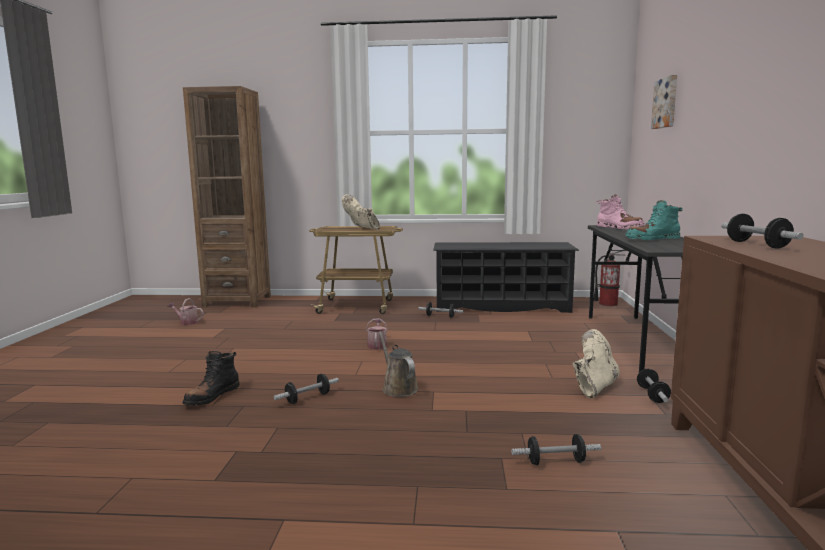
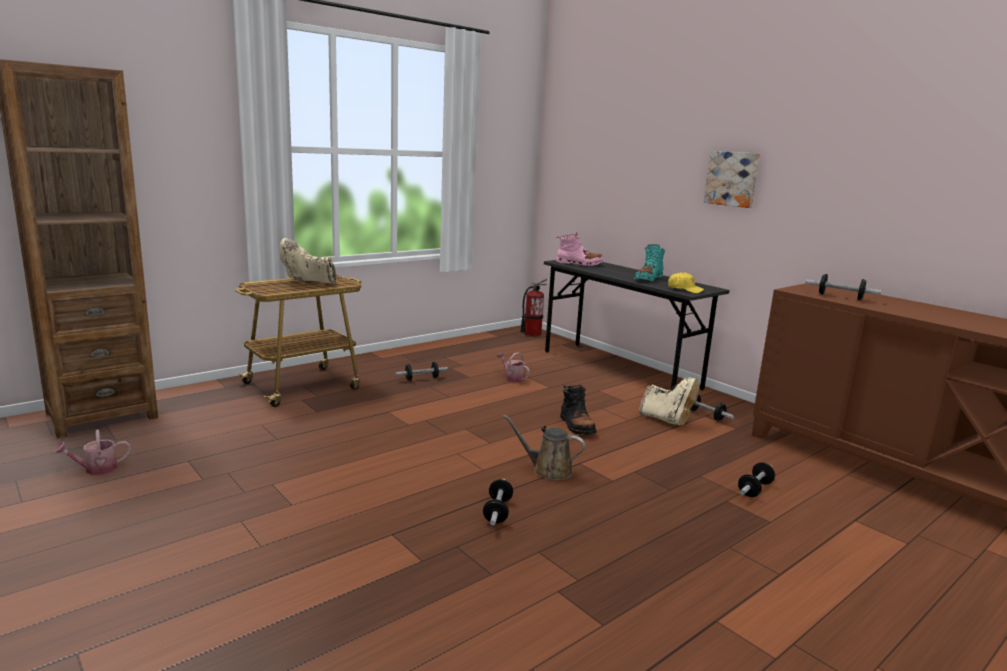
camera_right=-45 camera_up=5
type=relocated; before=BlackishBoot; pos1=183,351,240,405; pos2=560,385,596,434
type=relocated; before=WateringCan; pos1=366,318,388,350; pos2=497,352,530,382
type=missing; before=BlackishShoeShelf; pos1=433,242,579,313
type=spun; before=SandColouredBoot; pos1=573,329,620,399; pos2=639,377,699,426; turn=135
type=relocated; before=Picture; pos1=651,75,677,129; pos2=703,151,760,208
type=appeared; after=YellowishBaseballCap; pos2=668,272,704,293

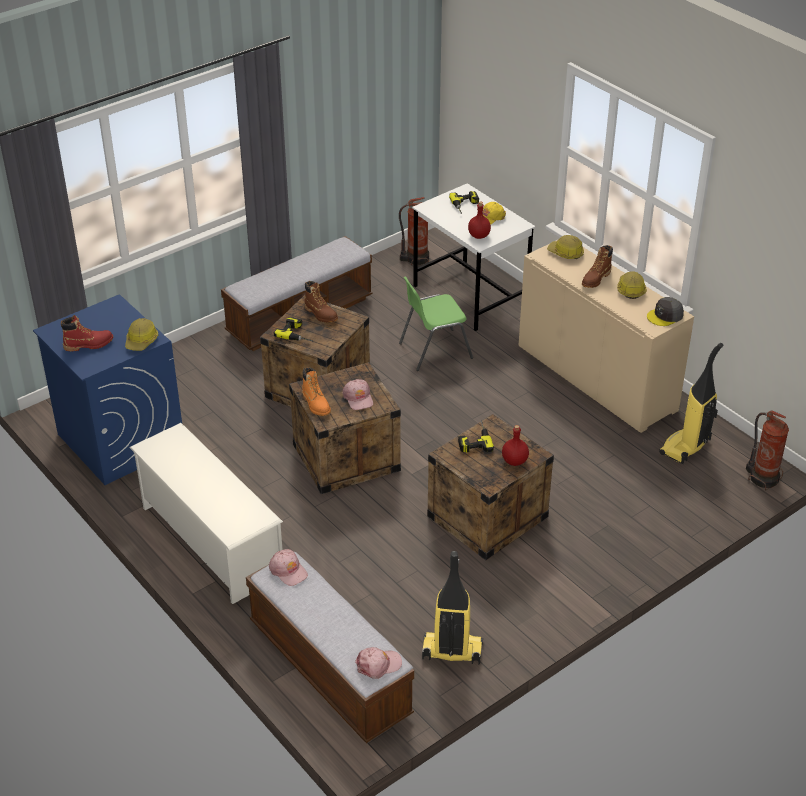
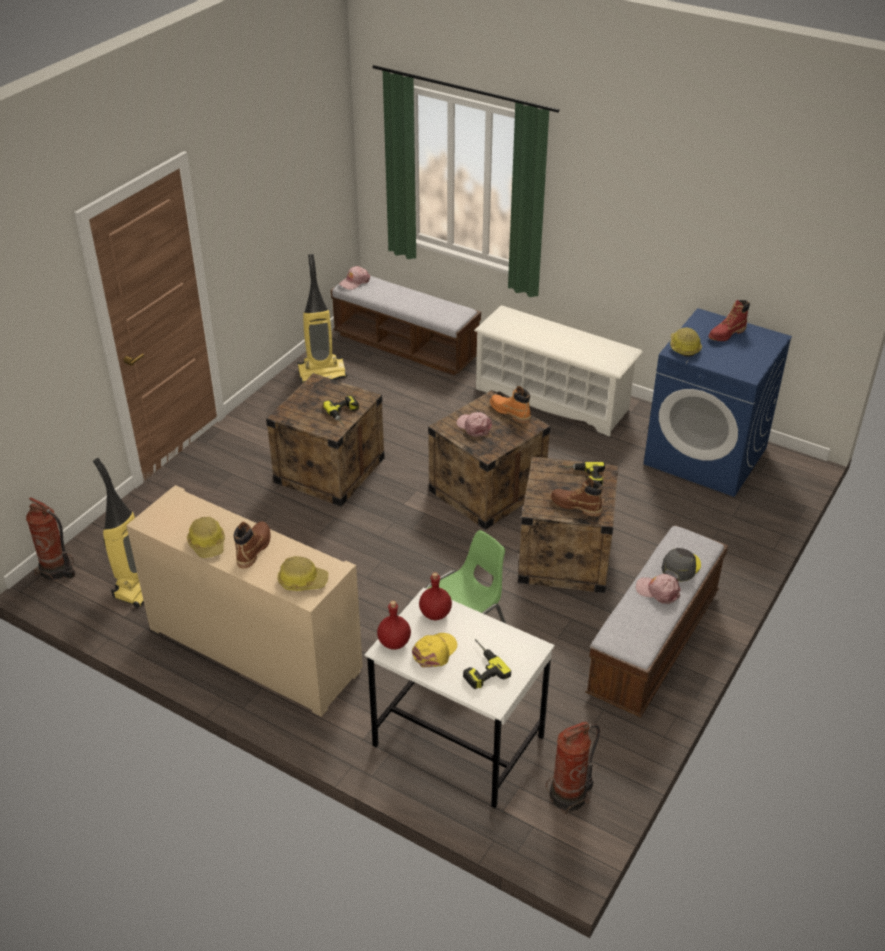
camera_right=160 camera_up=0
type=relocated; before=PinkishBaseballCap; pos1=269,549,308,586; pos2=636,574,681,604
type=relocated; before=RedDrinkBottle; pos1=502,425,529,466; pos2=377,601,411,650
type=relocated; before=GreyBaseballCap; pos1=647,297,684,326; pos2=662,548,701,581

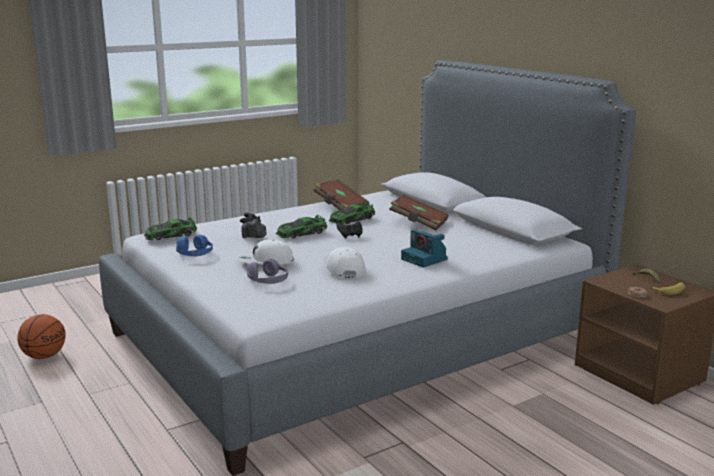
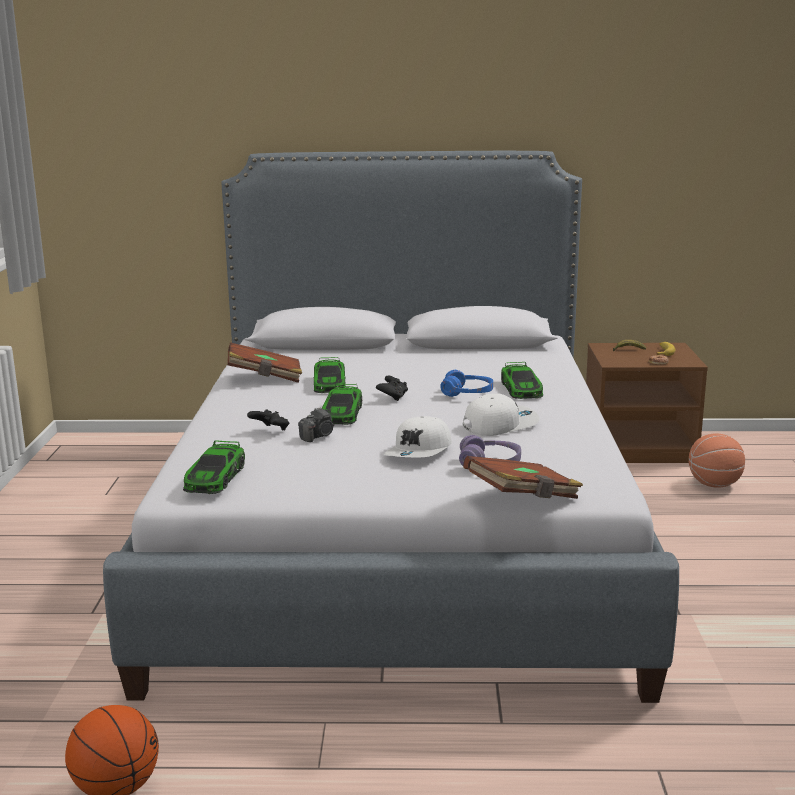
camera_right=-55 camera_up=0
type=relocated; before=BluishPairOfHeadphones; pos1=176,235,213,256; pos2=440,370,493,397
type=spun; before=WhitishBaseballCap; pos1=323,247,366,279; pos2=462,393,540,436; turn=135
type=relocated; before=BrownBook; pos1=389,195,449,231; pos2=463,456,583,499
type=exchanged; before=PhotoCamera; after=ModelCar; pos1=401,230,448,268; pos2=501,362,543,399
type=appeared; after=BallForBasketball; pos2=689,434,745,488

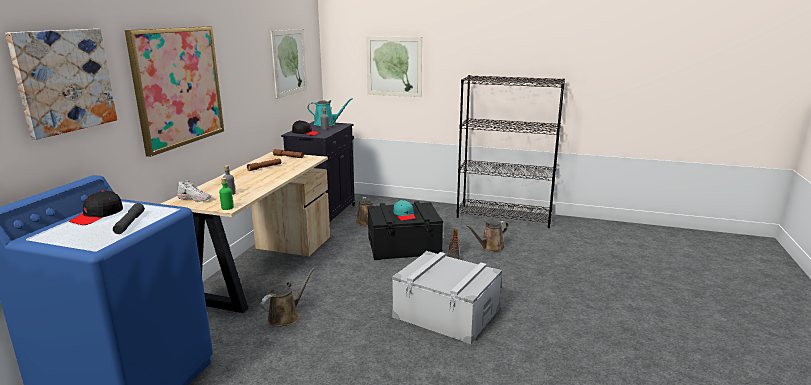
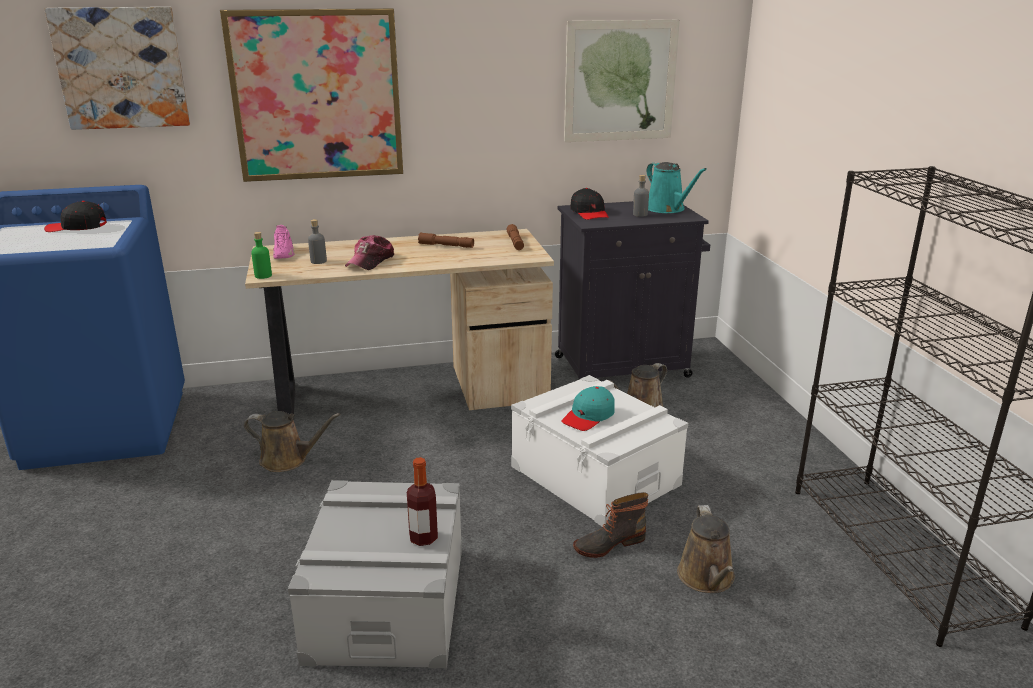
camera_right=60 camera_up=5
type=missing; before=GreyTorch; pos1=113,203,145,234
type=colour; before=WhitishShoe; after=PinkishShoe; pos1=177,180,211,202; pos2=273,225,294,259
type=missing; before=Picture; pos1=366,36,422,97
type=colour; before=BlackishStorageContainer; after=WhitishStorageContainer; pos1=367,201,443,260; pos2=511,375,688,527
type=spun; before=BrownWateringCan; pos1=466,221,509,251; pos2=677,505,735,593; turn=-120
type=appeared; after=BaseballCap; pos2=345,235,394,270
type=appeared; after=DrinkBottle; pos2=407,457,438,546

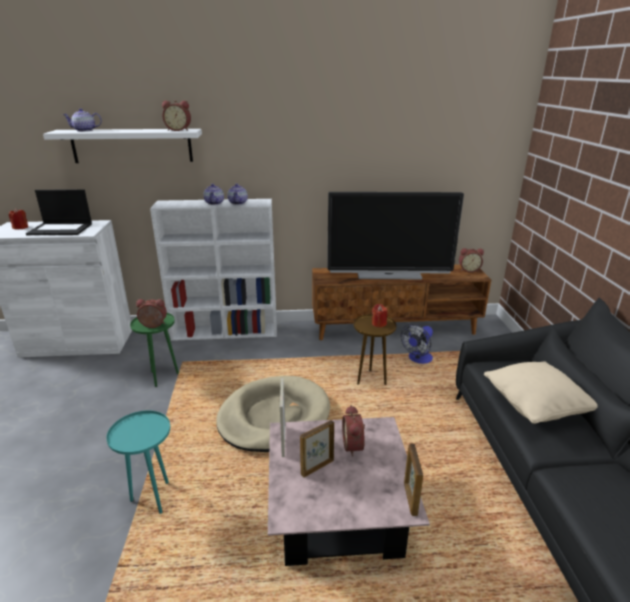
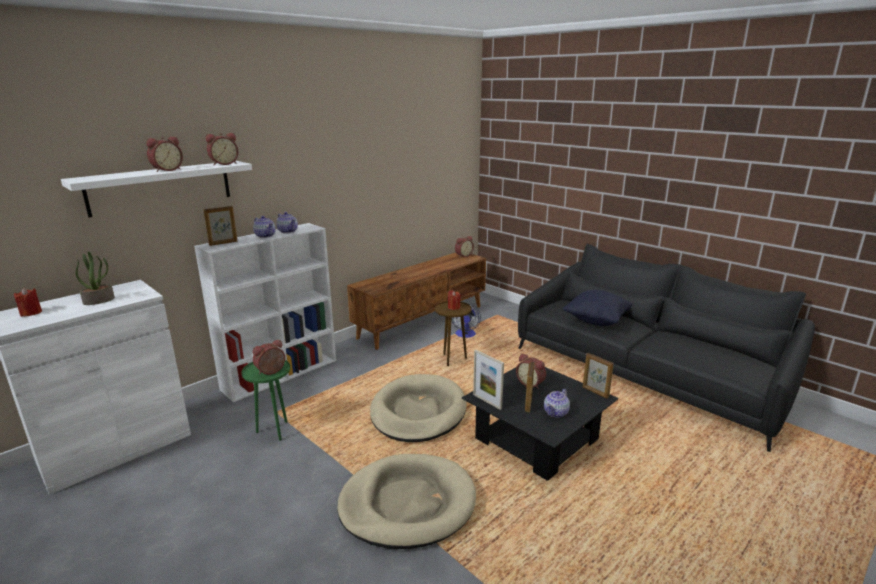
camera_right=-40 camera_up=-5
type=exchanged; before=NotebookComputer; after=PlantInAPot; pos1=26,189,92,235; pos2=76,251,115,305
type=relocated; before=Teapot; pos1=62,108,102,132; pos2=544,389,570,418
type=exchanged; before=BlueGreenSideTable; after=SandColouredDogCushion; pos1=106,410,170,514; pos2=337,454,476,549
type=colour; before=PinkishLoungeTable; after=BlackishLoungeTable; pos1=268,417,430,566; pos2=462,367,618,481
type=missing; before=Tv; pos1=327,192,464,279
type=colour; before=SandColouredCushion; after=BlackishCushion; pos1=484,361,598,424; pos2=563,290,632,326
type=appeared; after=AlarmClock; pos2=146,136,183,172
type=appeared; after=PhotoFrame; pos2=204,206,238,246

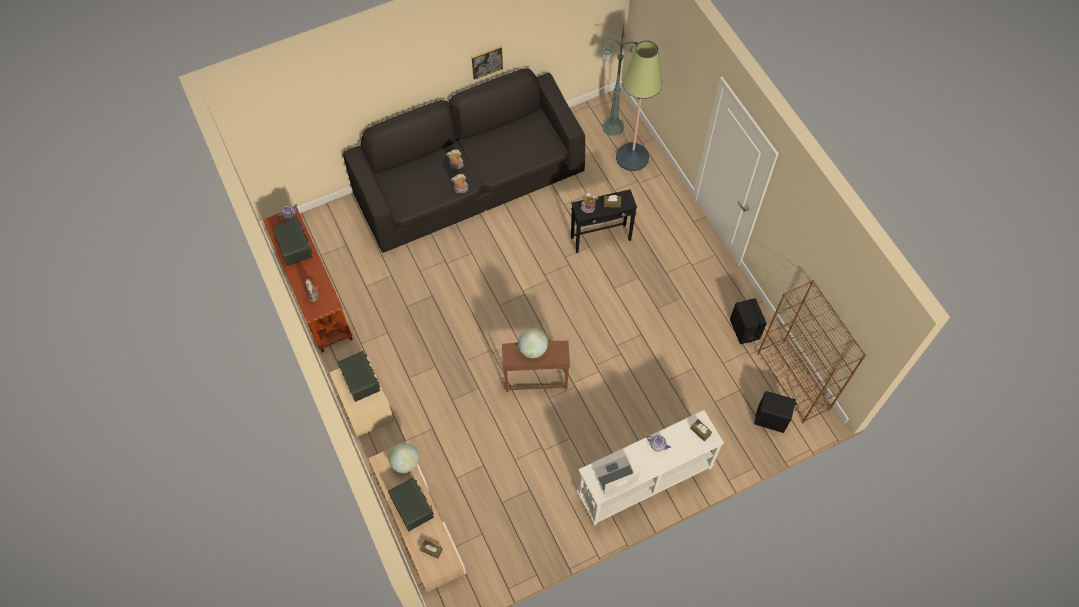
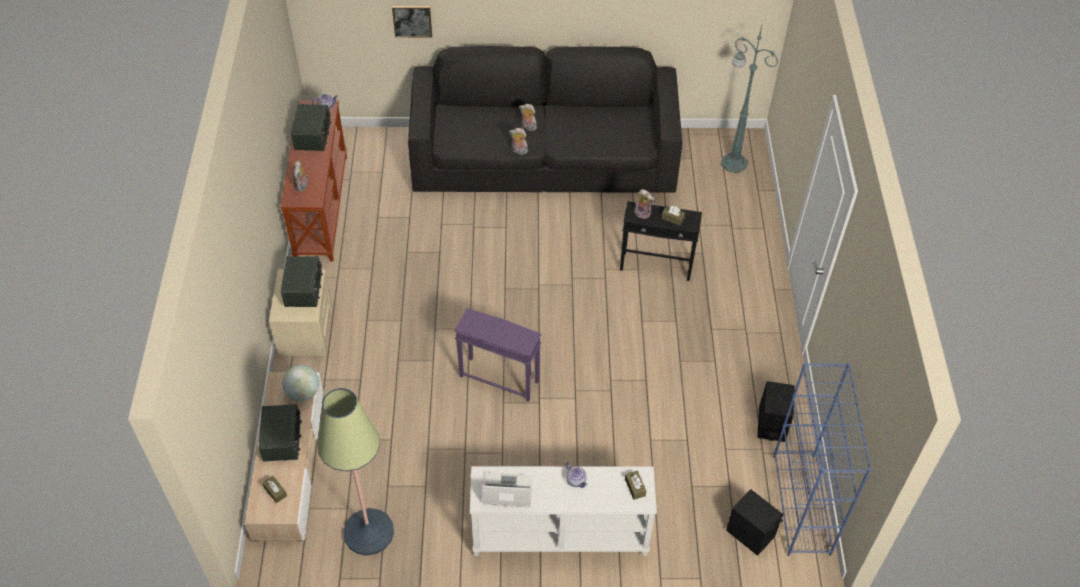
camera_right=25 camera_up=-10
type=relocated; before=Picture; pos1=472,46,503,80; pos2=392,6,432,37
type=colour; before=BrownSideTable; after=PurplishSideTable; pos1=502,341,570,392; pos2=454,308,542,402
type=missing; before=WorldGlobe; pos1=518,328,548,358
type=relocated; before=StandardLamp; pos1=616,41,663,171; pos2=318,388,394,556
type=colour; before=BrownShelvingUnit; after=BluishShelvingUnit; pos1=757,280,866,423; pos2=773,363,871,556

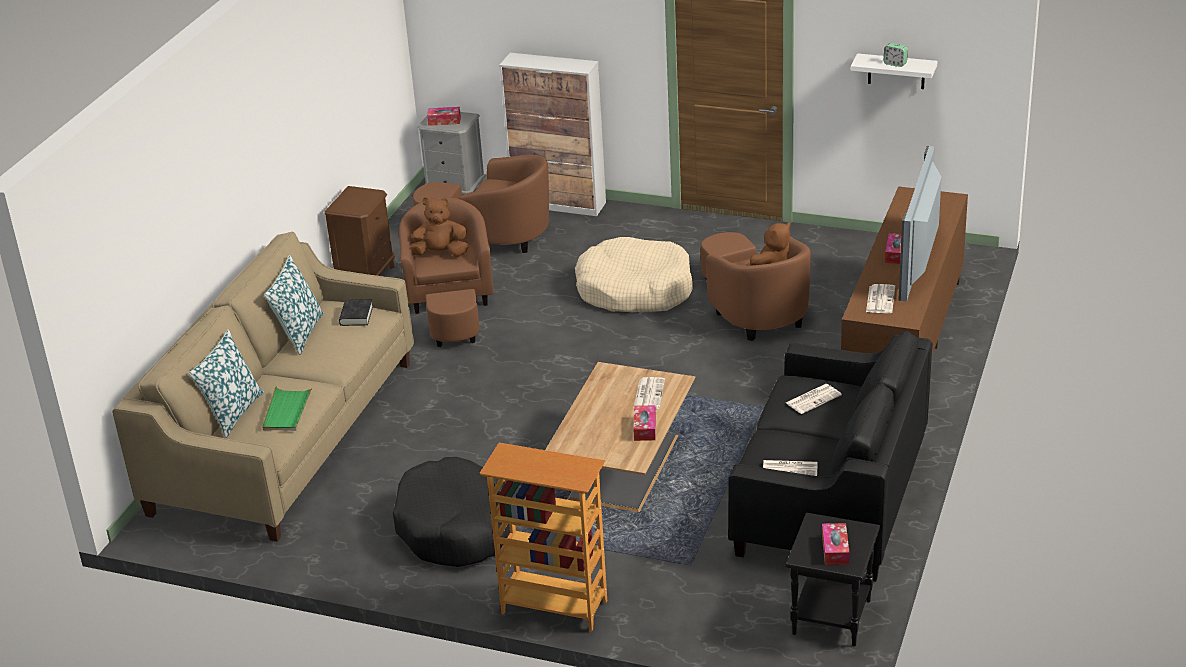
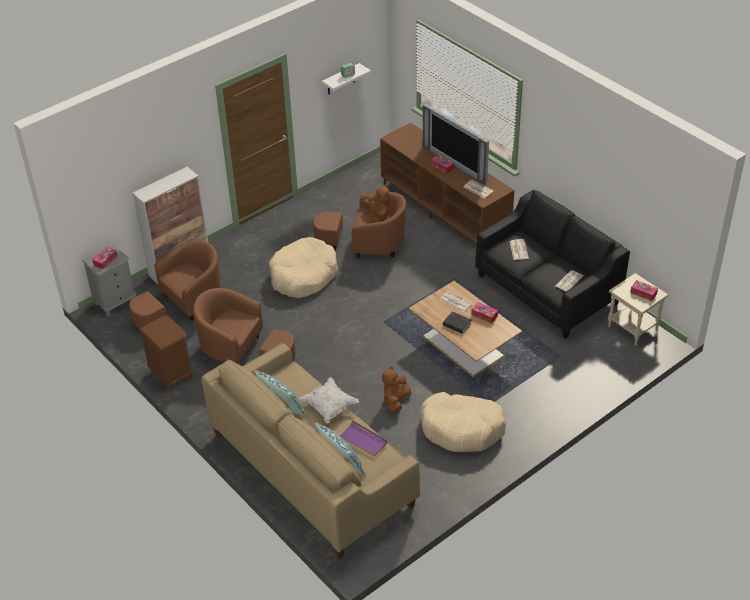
camera_right=-60 camera_up=10
type=colour; before=GreenCarryingTray; after=PurplishCarryingTray; pos1=262,386,313,431; pos2=339,420,388,457
type=relocated; before=BlackishBook; pos1=339,299,373,326; pos2=443,311,471,334
type=colour; before=BlackishDogCushion; after=SandColouredDogCushion; pos1=393,457,510,567; pos2=420,392,506,452
type=relocated; before=BrownSoftToy; pos1=411,197,468,257; pos2=382,366,411,413
type=missing; before=ShelvingUnit; pos1=480,443,607,632
type=colour; before=BlackishSideTable; after=SandColouredSideTable; pos1=786,513,880,646; pos2=608,273,668,346
type=appeared; after=WhitishCushion; pos2=298,377,359,423

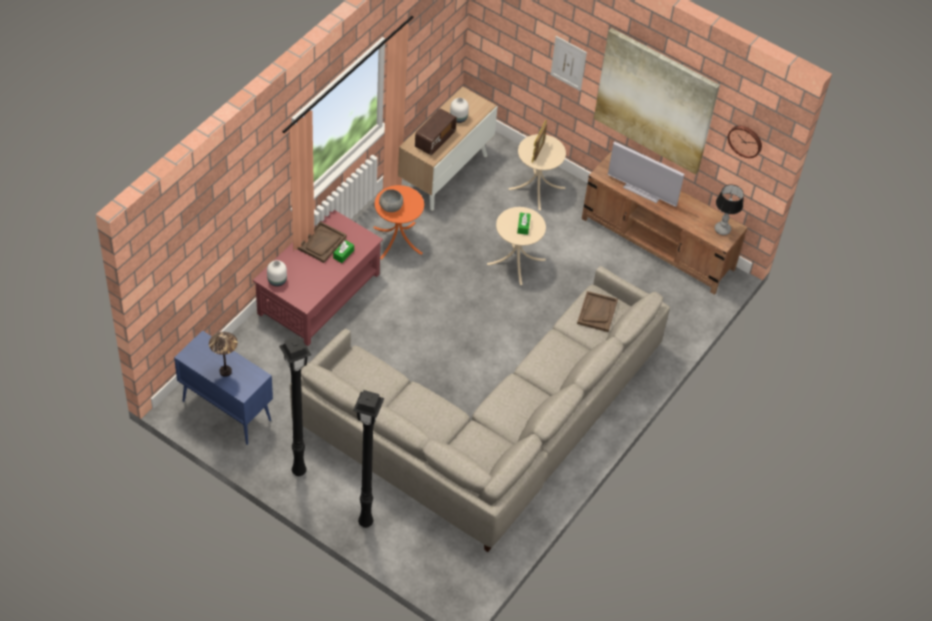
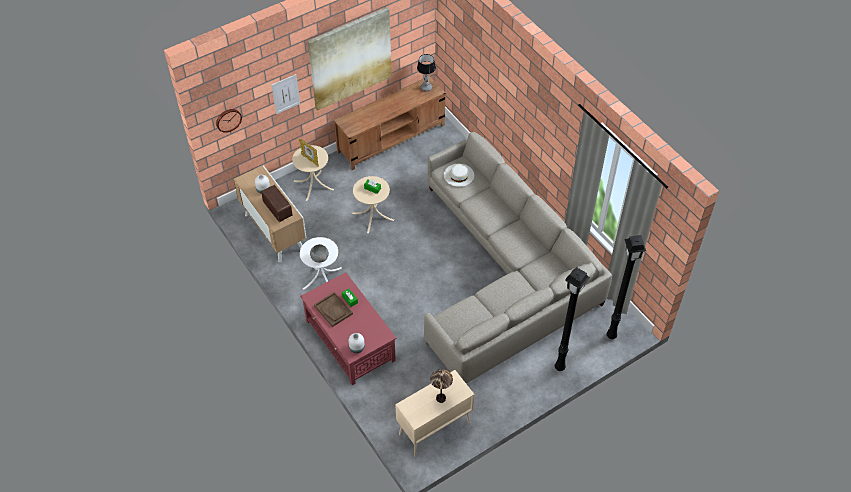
camera_right=-65 camera_up=0
type=colour; before=BluishCupboard; after=SandColouredCupboard; pos1=174,330,273,445; pos2=395,370,474,457
type=relocated; before=BlackishStandardLamp; pos1=279,336,311,476; pos2=606,235,646,339
type=colour; before=OrangeColouredSideTable; after=WhitishSideTable; pos1=373,185,424,259; pos2=300,237,342,290
type=exchanged; before=BrownCarryingTray; after=WhitishHat; pos1=577,291,618,332; pos2=444,164,474,187
type=missing; before=Tv; pos1=608,142,684,207
type=relocated; before=HangingClock; pos1=728,126,762,158; pos2=216,109,242,133

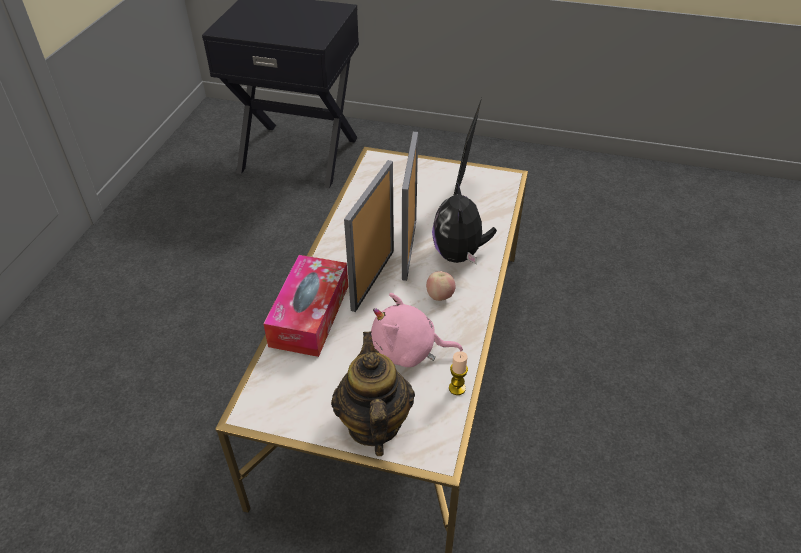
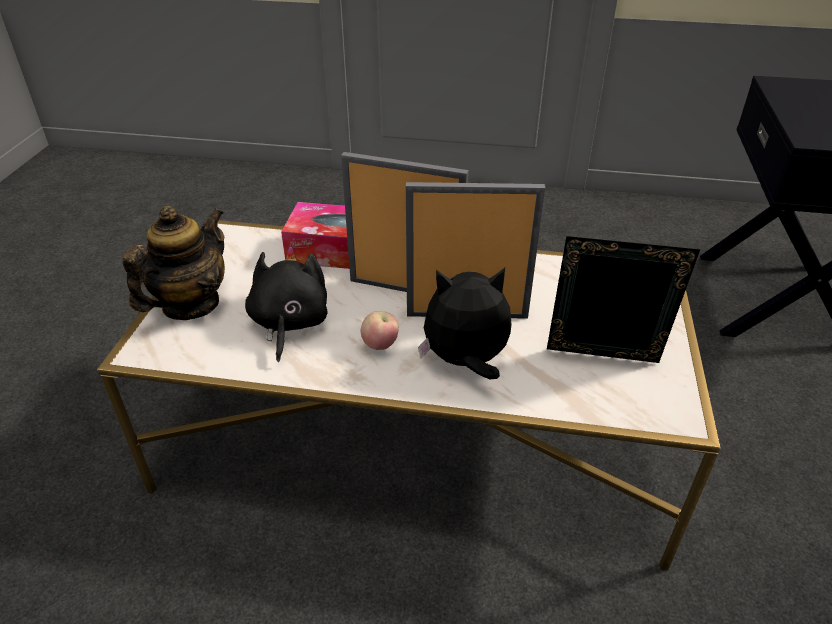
camera_right=85 camera_up=-5
type=spun; before=Teapot; pos1=331,331,415,456; pos2=123,206,225,320; turn=-45
type=colour; before=PinkishSoftToy; after=BlackishSoftToy; pos1=371,293,463,367; pos2=245,246,328,362
type=missing; before=WaxCandle; pos1=449,351,468,395

